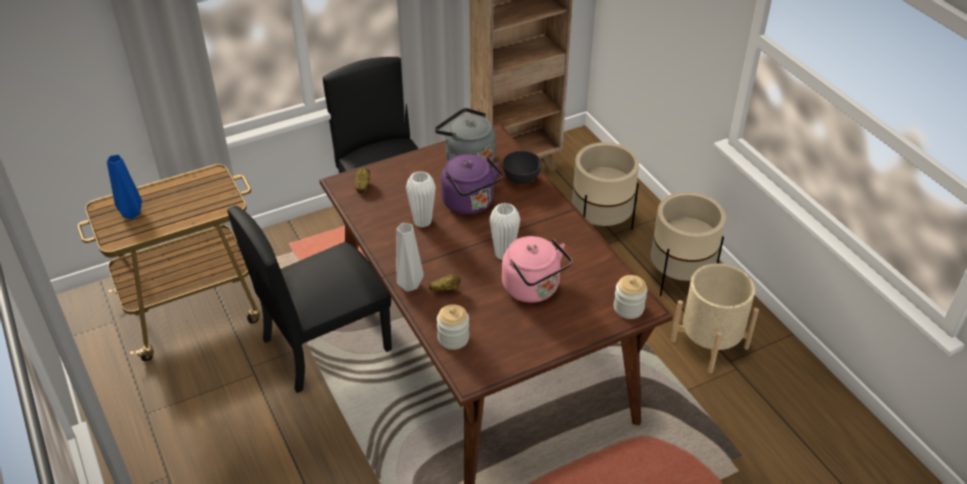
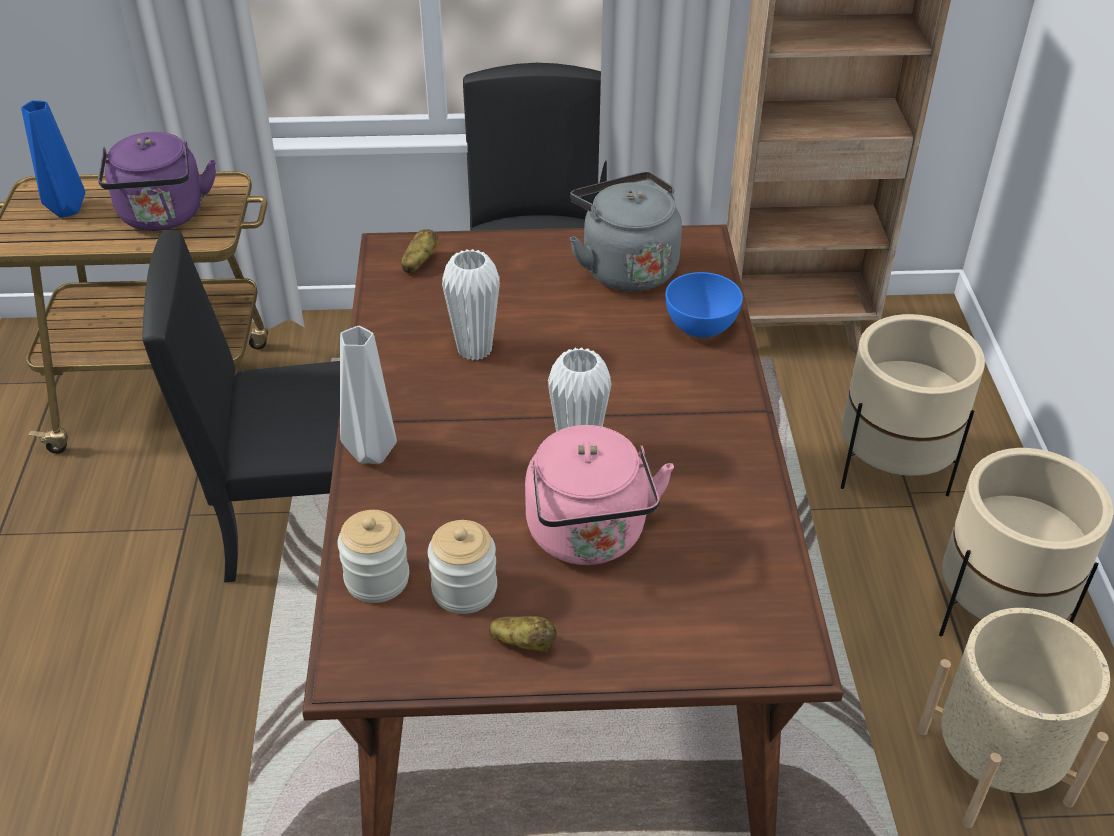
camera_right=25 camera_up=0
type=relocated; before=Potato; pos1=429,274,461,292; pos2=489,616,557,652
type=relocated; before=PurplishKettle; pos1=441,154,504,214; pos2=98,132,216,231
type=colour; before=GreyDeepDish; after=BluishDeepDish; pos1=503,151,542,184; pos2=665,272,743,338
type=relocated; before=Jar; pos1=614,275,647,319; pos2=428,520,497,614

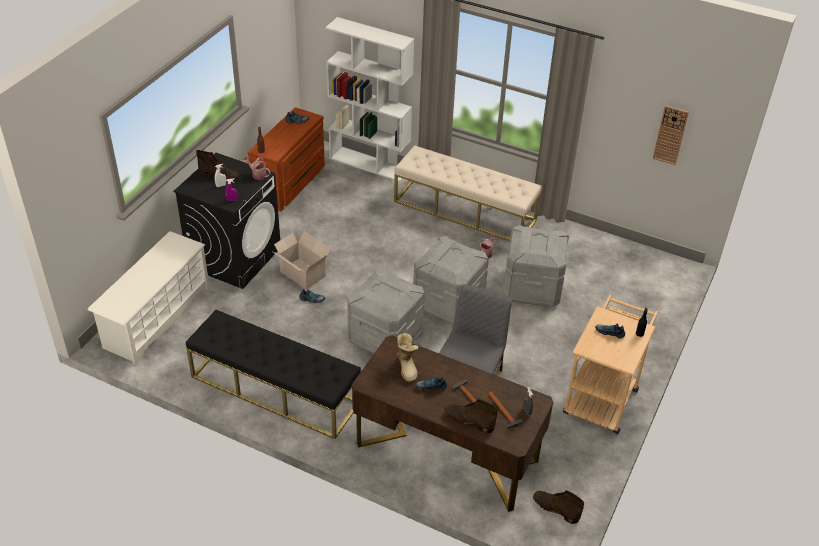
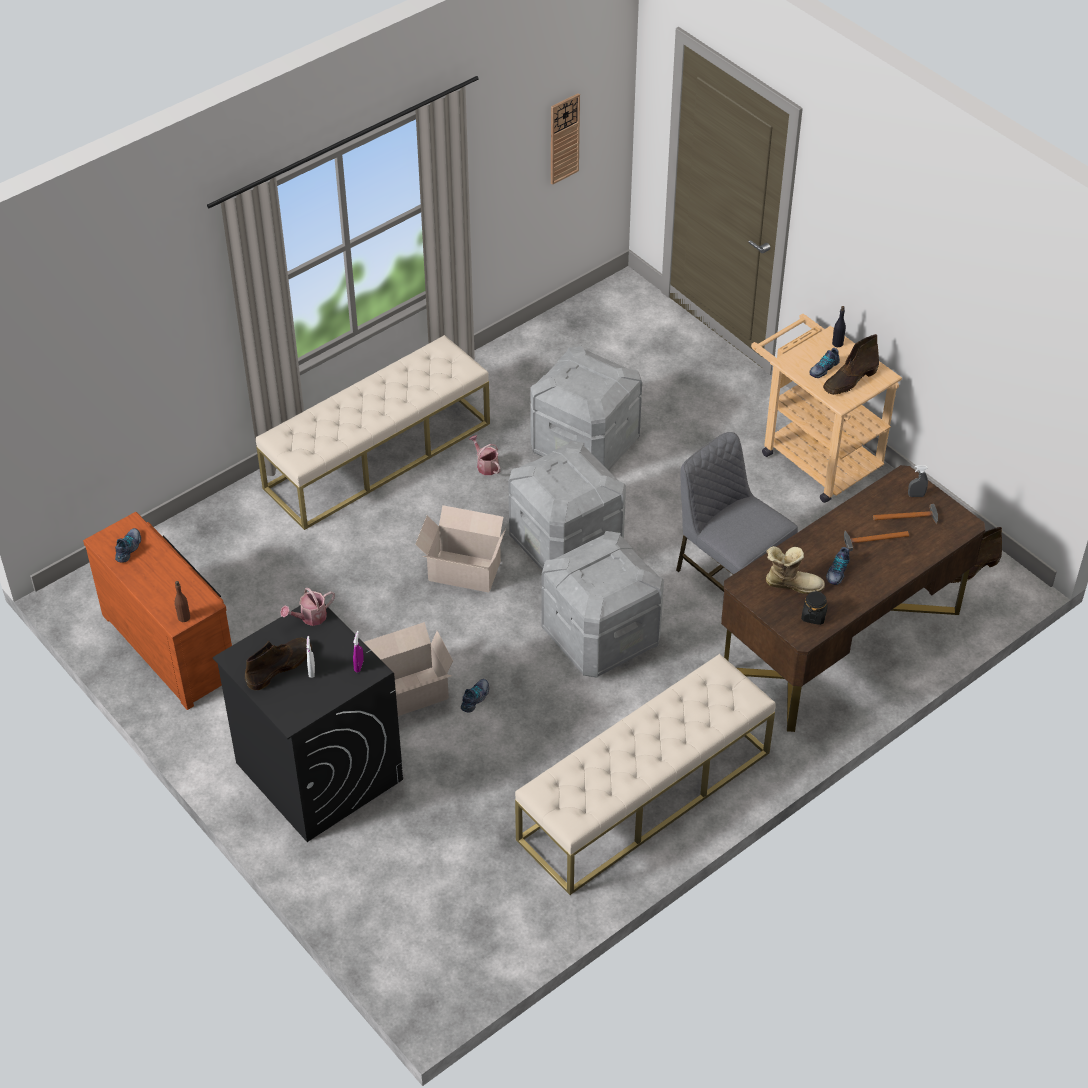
camera_right=-65 camera_up=5
type=missing; before=WhitishShoeShelf; pos1=88,231,210,365
type=colour; before=BlackishIndoorBench; after=SandColouredIndoorBench; pos1=186,310,361,439; pos2=515,654,776,895
type=missing; before=WhitishShelvingUnit; pos1=325,17,414,182
type=relocated; before=BrownBoot; pos1=444,399,497,434; pos2=823,334,879,395
type=appeared; after=CardboardBox; pos2=415,505,506,593
type=appeared; after=BlackishJar; pos2=801,591,828,625

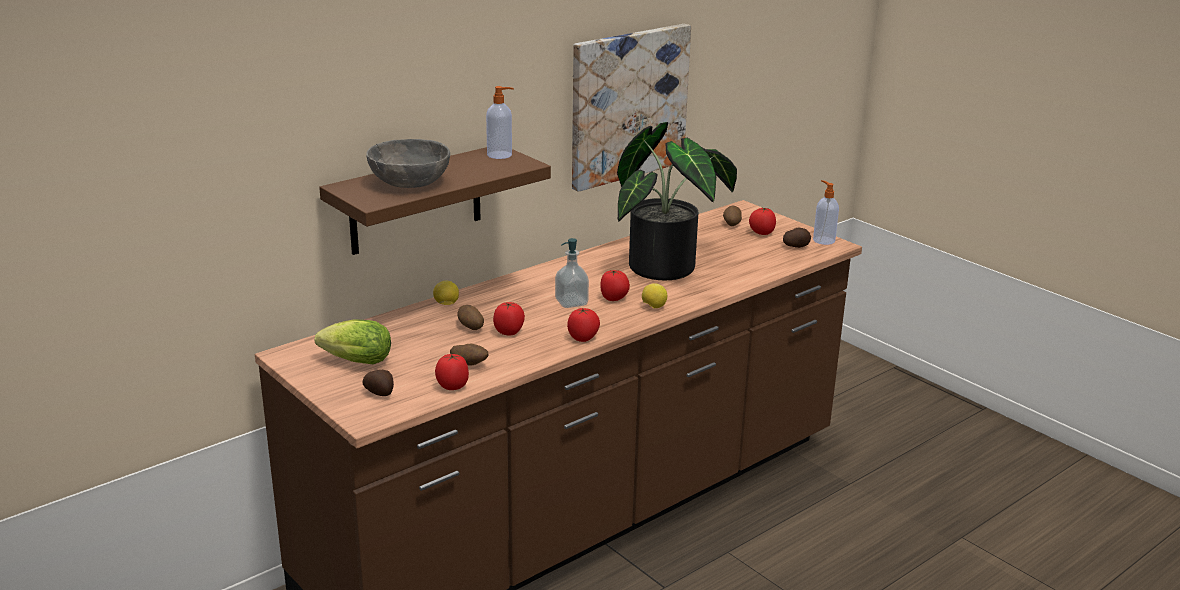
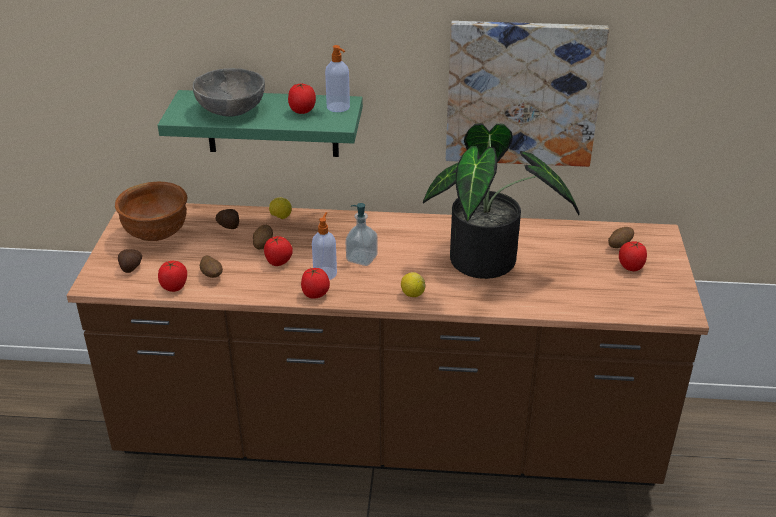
camera_right=45 camera_up=10
type=exchanged; before=LettuceHead; after=BrownDeepDish; pos1=314,319,391,364; pos2=115,181,188,241
type=colour; before=BrownWallShelf; after=GreenWallShelf; pos1=319,147,551,255; pos2=157,90,363,157
type=relocated; before=FreshTomato; pos1=600,270,630,301; pos2=288,83,316,114
type=relocated; before=Potato; pos1=783,228,811,248; pos2=216,209,239,229
type=relocated; before=LiquidSoapBottle; pos1=813,180,839,245; pos2=312,212,337,280

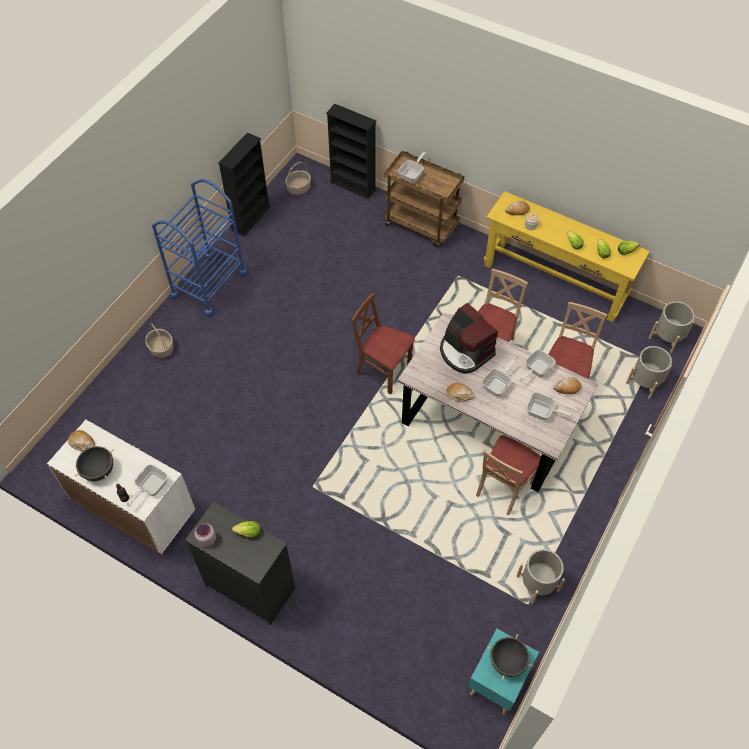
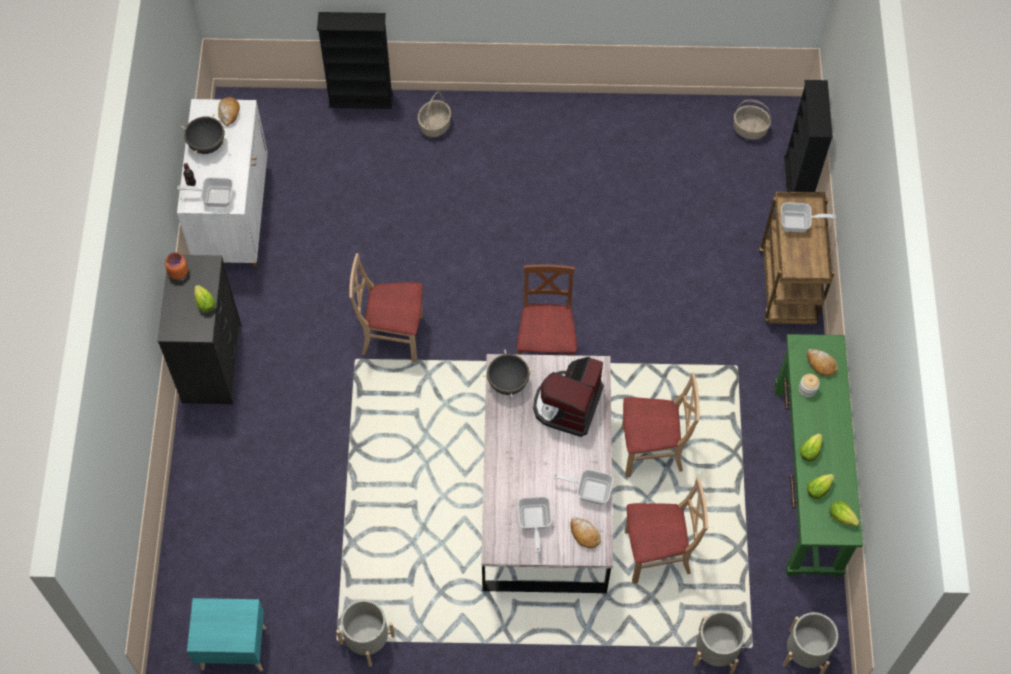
camera_right=60 camera_up=5
type=missing; before=BluishTrolley; pos1=152,179,248,317
type=colour; before=PinkishJar; after=OrangeColouredJar; pos1=195,523,216,547; pos2=165,252,188,280
type=relocated; before=BlackishShelvingUnit; pos1=218,132,270,236; pos2=317,12,393,109
type=missing; before=BakeryBread; pos1=446,383,474,402
type=relocated; before=SandColouredPlainChair; pos1=476,435,541,515; pos2=349,253,423,362
type=missing; before=FryingPan; pos1=482,359,516,397
type=colour; before=YellowishNarrowTable; after=GreenNarrowTable; pos1=483,191,650,322; pos2=775,334,863,577
type=relocated; before=BlackishCookingPot; pos1=487,634,533,679; pos2=482,350,535,397

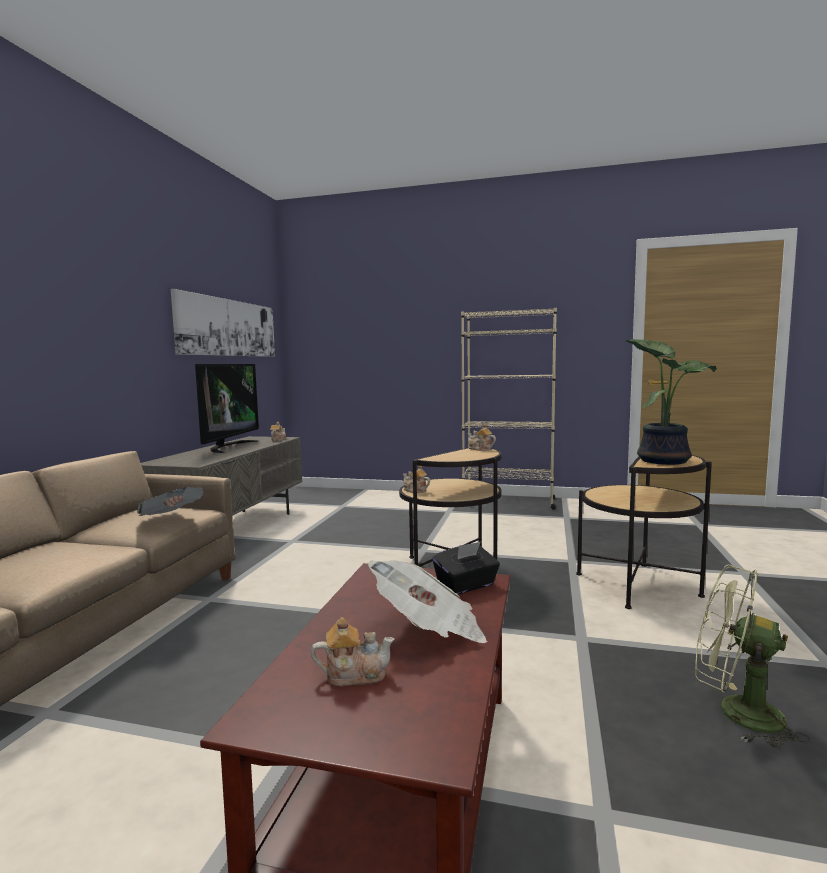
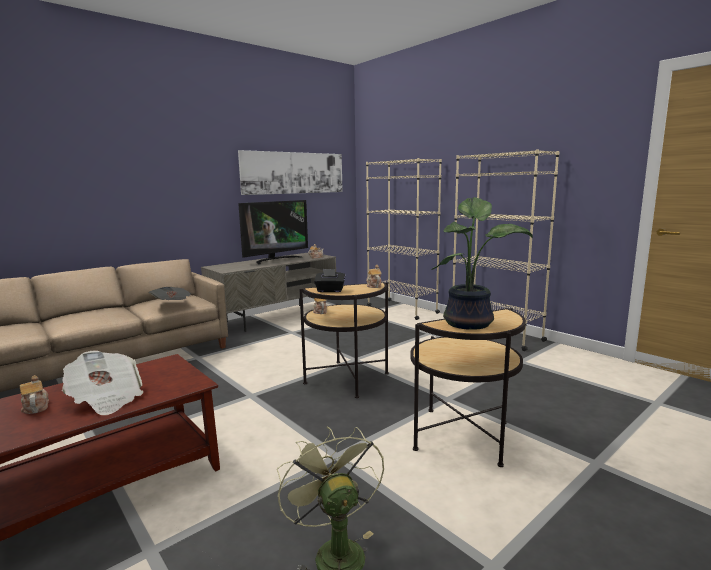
camera_right=35 camera_up=5
type=spun; before=Teapot; pos1=311,617,395,686; pos2=20,375,49,414; turn=-150
type=relocated; before=BlackishTissueHolder; pos1=432,542,500,594; pos2=314,269,345,292
type=appeared; after=SandColouredShelvingUnit; pos2=366,158,442,320

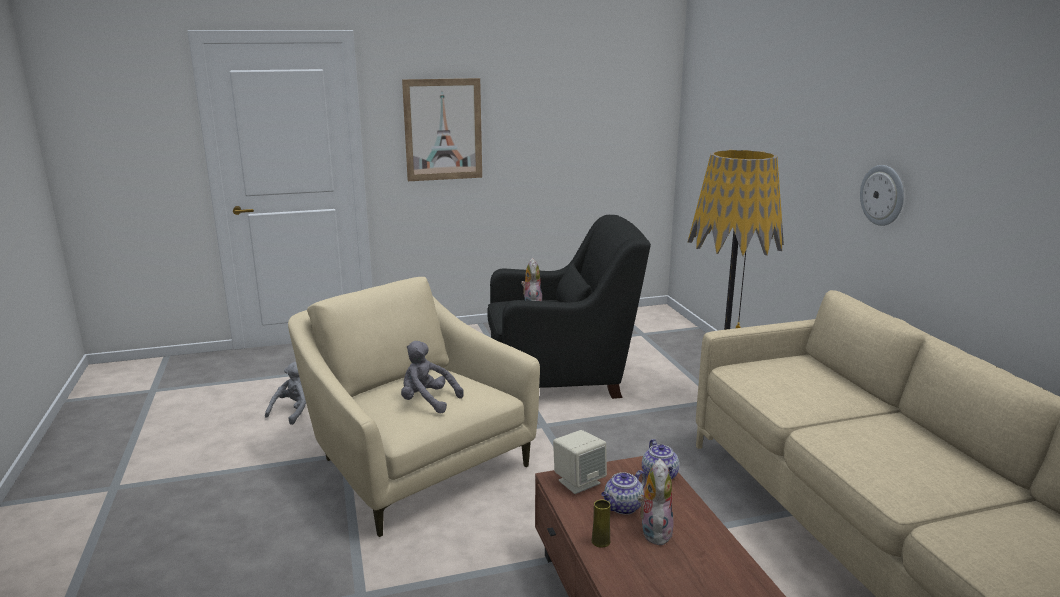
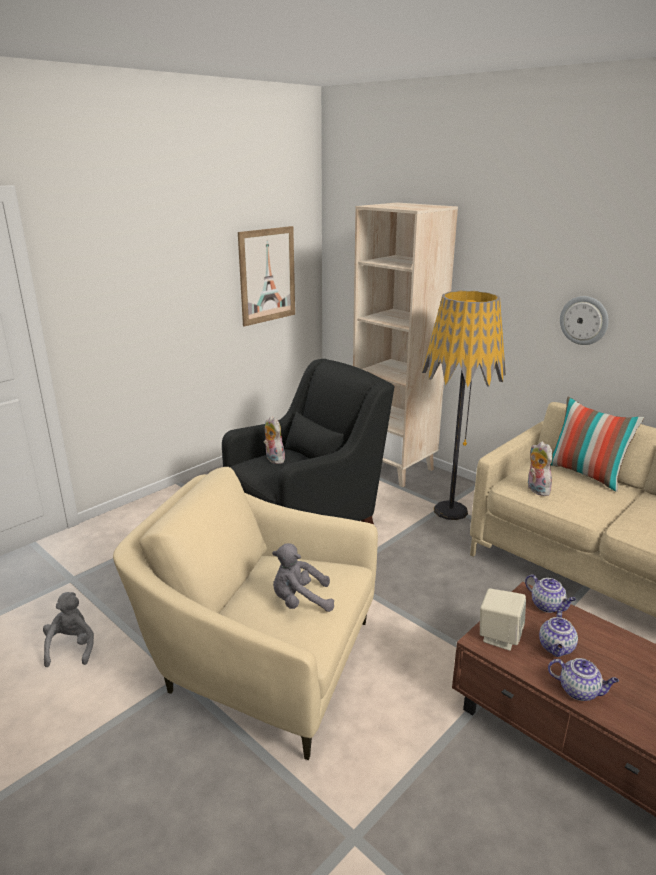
camera_right=-30 camera_up=5
type=relocated; before=Picture; pos1=402,78,482,181; pos2=238,226,295,327
type=exchanged; before=YellowishFlowerVase; after=Teapot; pos1=591,500,611,548; pos2=548,658,619,701
type=relocated; before=SoftToy; pos1=638,459,673,545; pos2=528,441,553,496
type=appeared; after=SandColouredShelvingUnit; pos2=353,202,458,487
type=appeared; after=Cushion; pos2=551,397,644,492

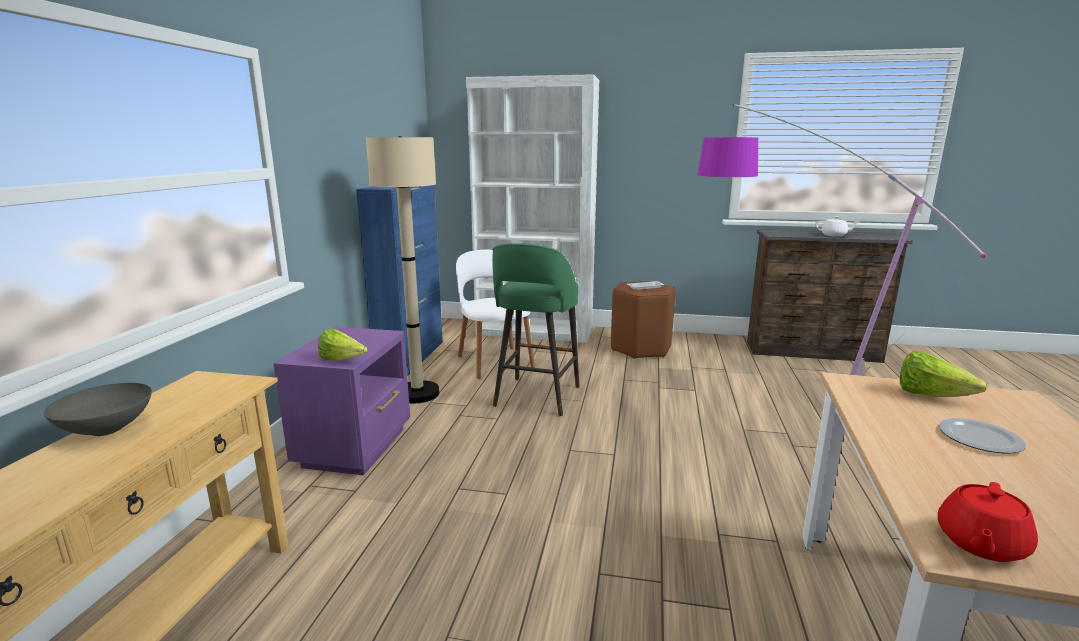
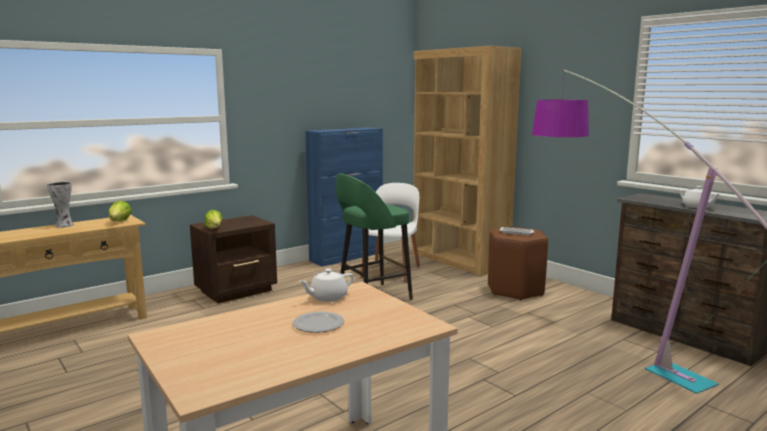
camera_right=40 camera_up=-5
type=exchanged; before=GreyDeepDish; after=FlowerVase; pos1=44,383,152,436; pos2=47,182,74,228
type=colour; before=PurplishNightstand; after=BrownNightstand; pos1=273,327,410,475; pos2=190,215,277,304
type=missing; before=SandColouredStandardLamp; pos1=366,136,440,403
type=colour; before=WhitishShelvingUnit; after=BrownShelvingUnit; pos1=466,74,599,343; pos2=413,46,522,276
type=relocated; before=LettuceHead; pos1=900,352,988,397; pos2=109,201,132,221
type=missing; before=RedTeapot; pos1=938,482,1038,562
type=appeared; after=WhitishTeapot; pos2=299,268,354,302

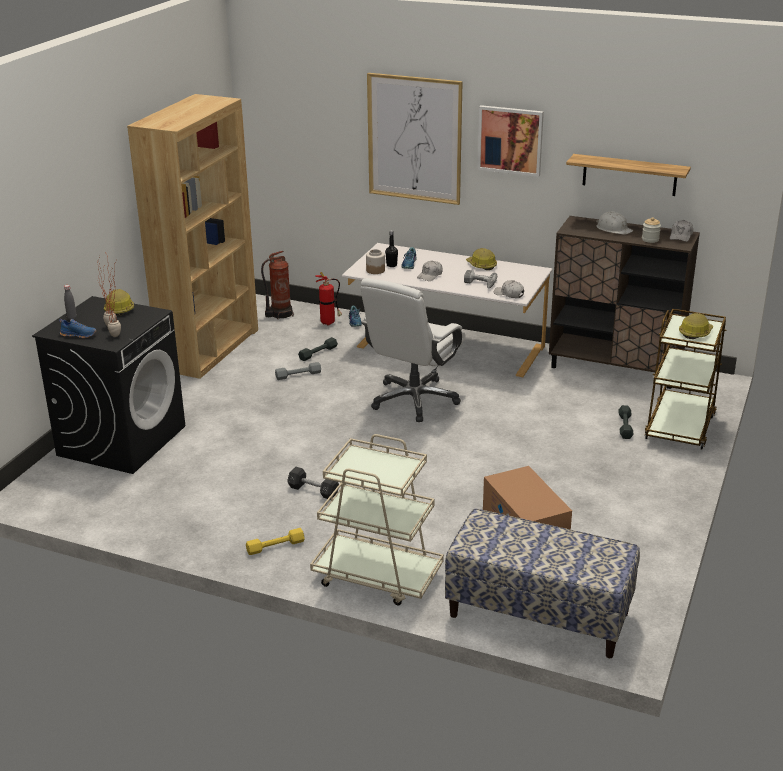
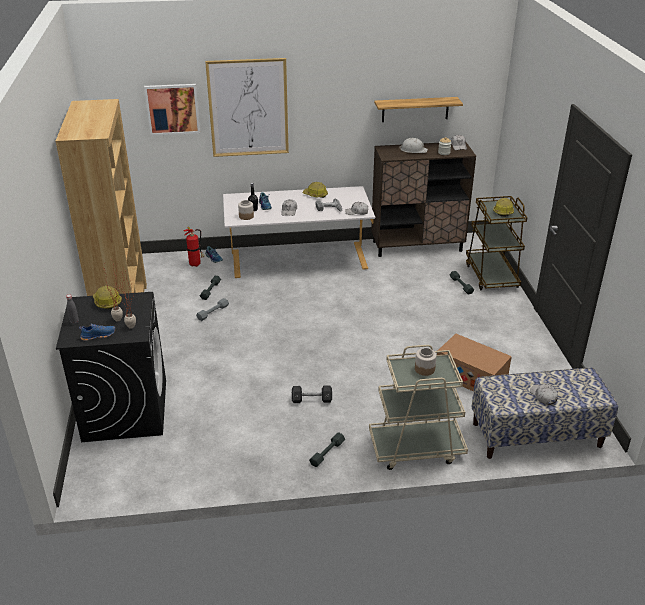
camera_right=-30 camera_up=5
type=colour; before=YellowishFreeWeight; after=GreyFreeWeight; pos1=246,528,305,555; pos2=309,432,345,467
type=missing; before=FireExtinguisher; pos1=261,251,294,319
type=missing; before=WhitishDeskChair; pos1=361,278,466,422
type=relocated; before=Picture; pos1=477,105,544,177; pos2=144,84,200,136
type=appeared; after=Jar; pos2=415,348,437,376
type=appeared; after=WhitishBaseballCap; pos2=530,384,558,405

